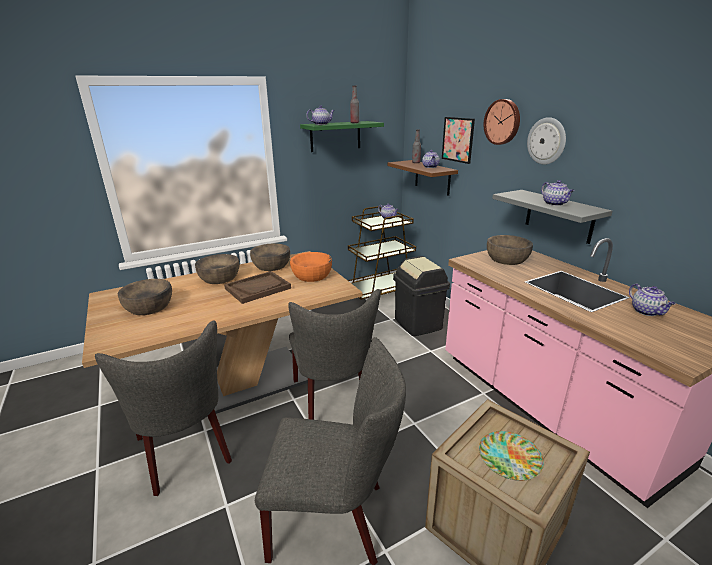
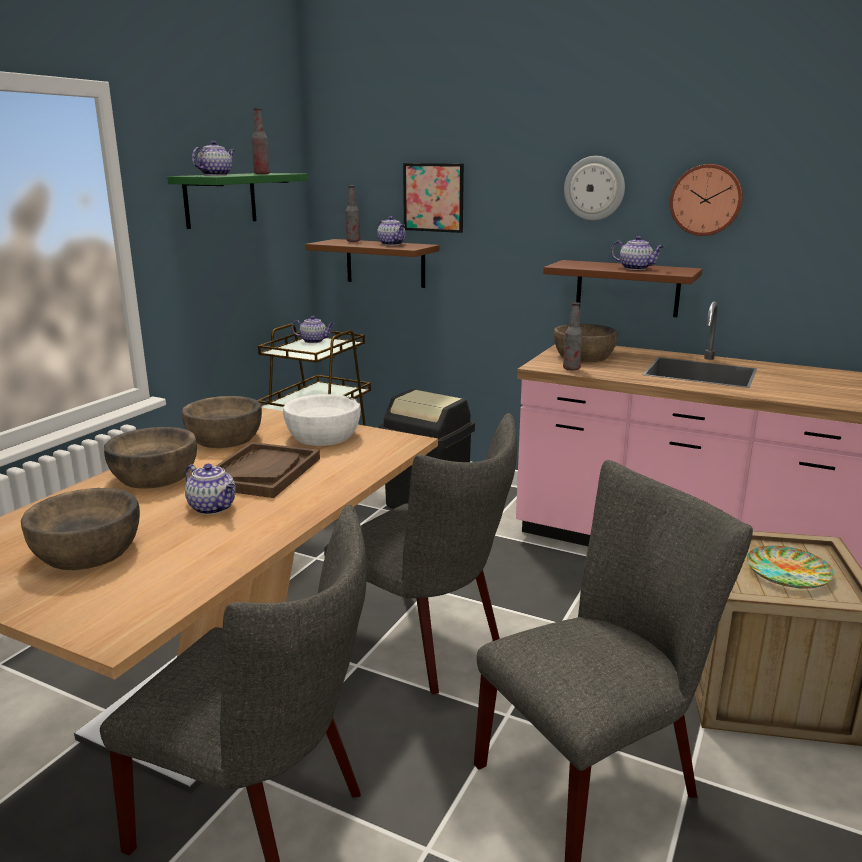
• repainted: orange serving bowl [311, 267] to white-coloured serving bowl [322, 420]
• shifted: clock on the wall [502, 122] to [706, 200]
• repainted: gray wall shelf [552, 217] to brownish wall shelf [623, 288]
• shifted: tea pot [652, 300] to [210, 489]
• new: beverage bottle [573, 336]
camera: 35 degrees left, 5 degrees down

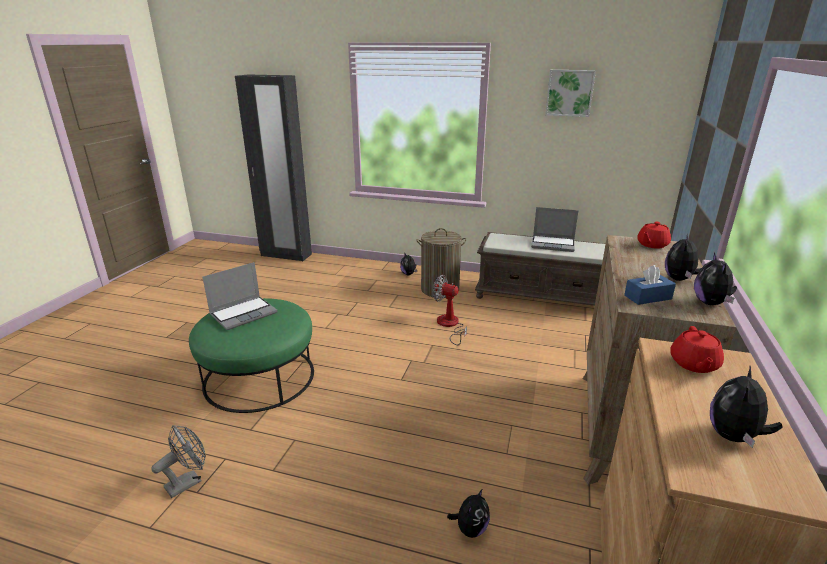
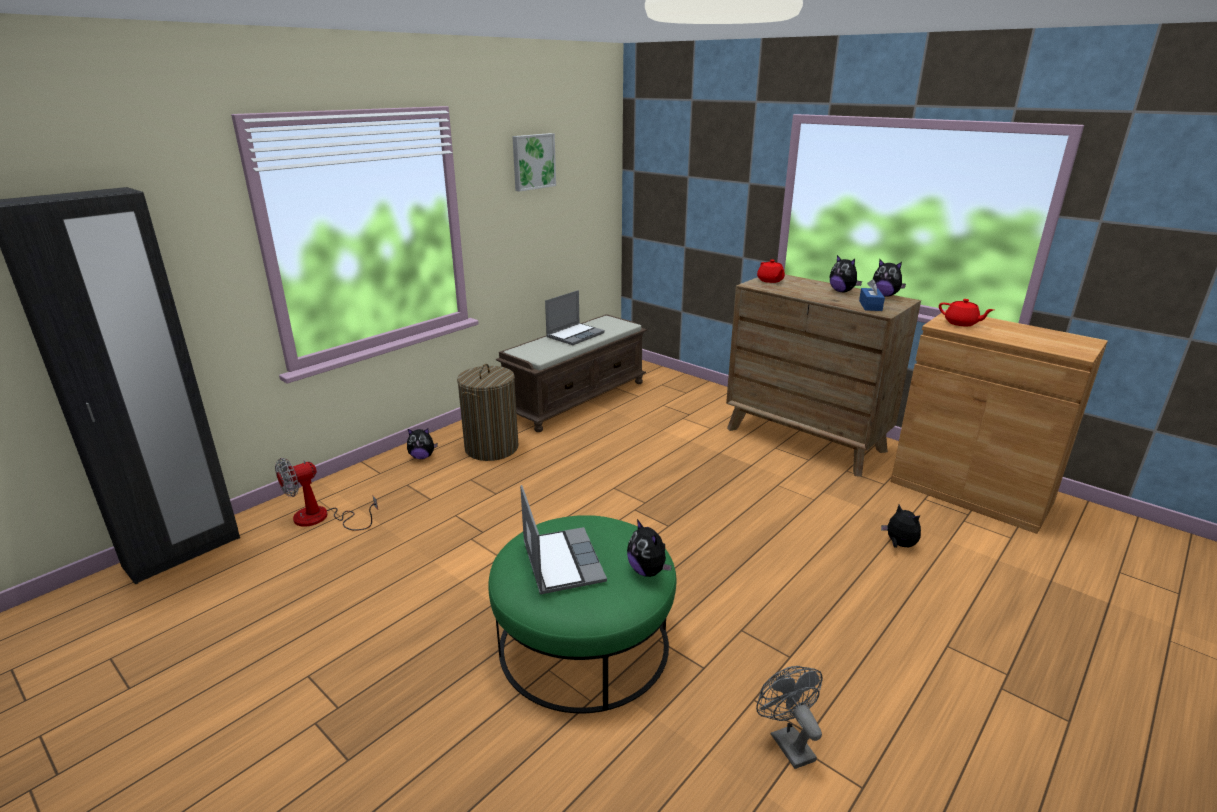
• shifted: cooling fan [450, 310] to [326, 494]
• shifted: plush toy [746, 407] to [649, 548]
camera: 65 degrees left, 0 degrees up

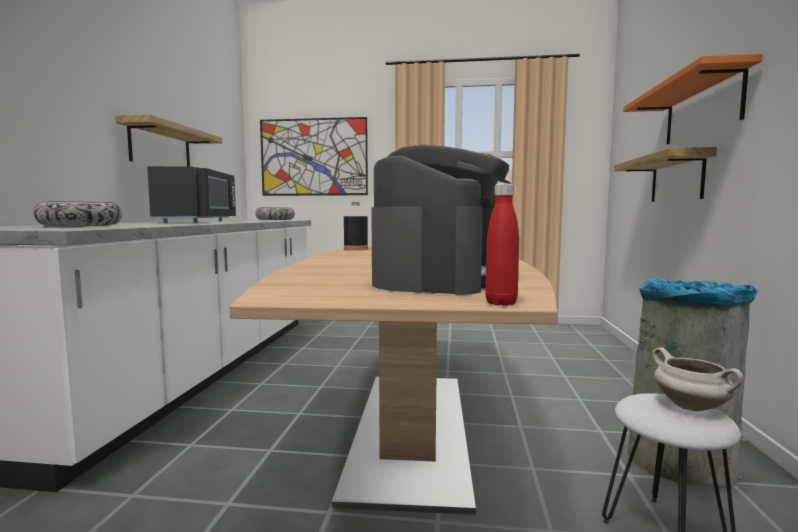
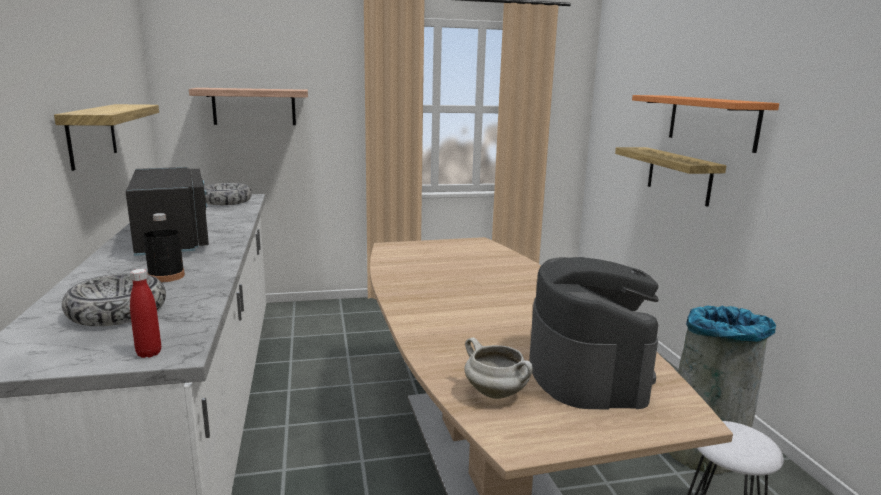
• swapped: wall art [314, 156] to wall shelf [248, 106]
• shifted: blackish beverage bottle [356, 226] to [164, 247]
• shifted: red-coloured beverage bottle [502, 245] to [145, 313]
• shifted: white-coloured cooking pot [697, 379] to [498, 368]
camera: 20 degrees left, 10 degrees up

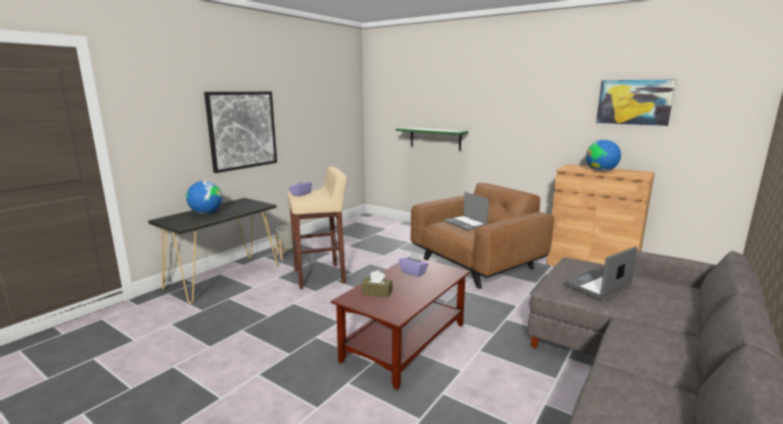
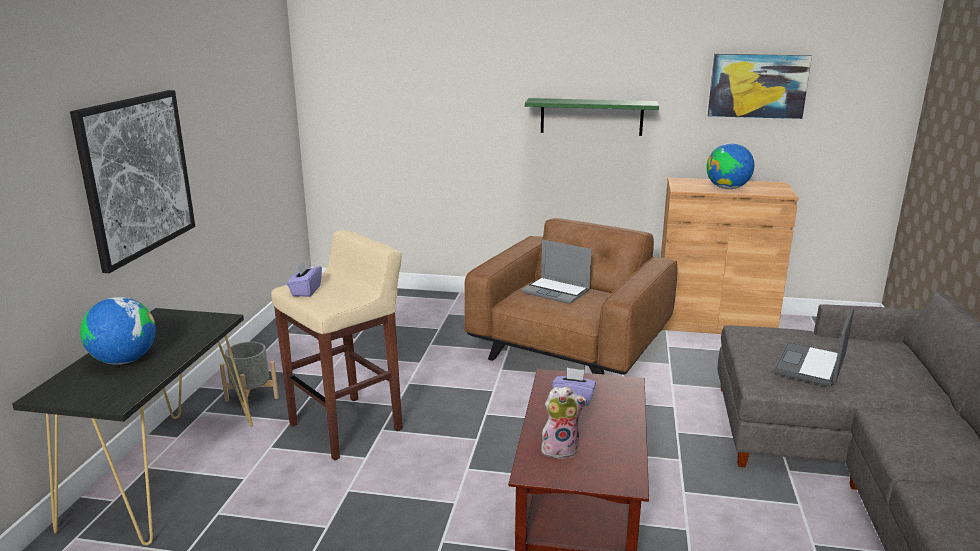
• swapped: brownish box of tissues [377, 283] to plush toy [564, 423]
• shifted: green-coloured wall shelf [432, 139] to [592, 117]
camera: 25 degrees left, 5 degrees up

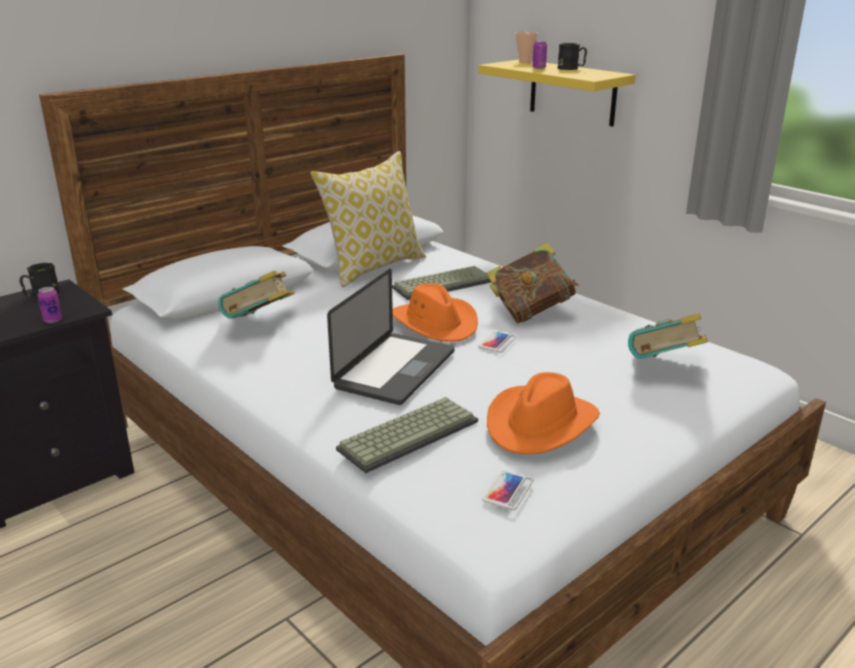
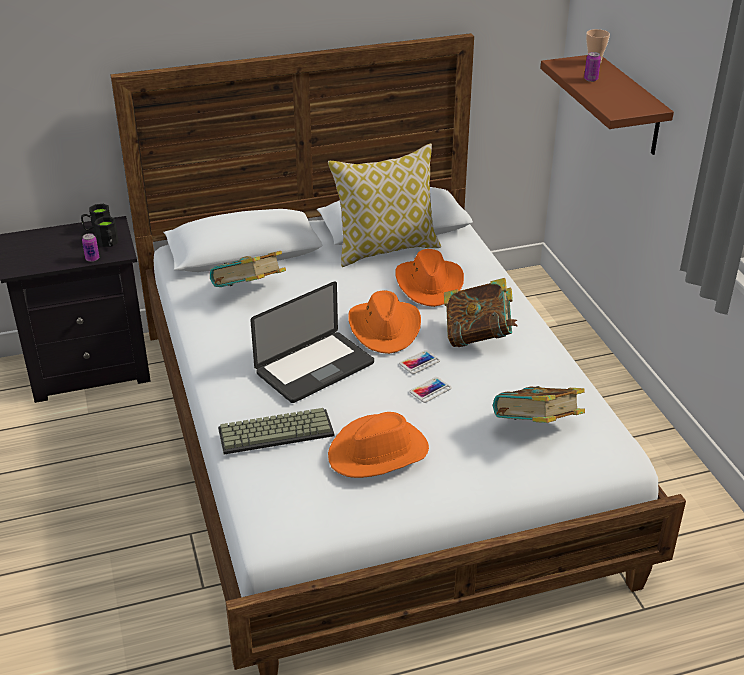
• swapped: computer keyboard [441, 283] to orange hat [429, 278]
• repainted: yellowish wall shelf [557, 93] to brownish wall shelf [607, 105]
• shifted: handset [508, 490] to [430, 390]
• shifted: blackish coffee mug [572, 56] to [106, 231]
camera: 25 degrees right, 10 degrees up

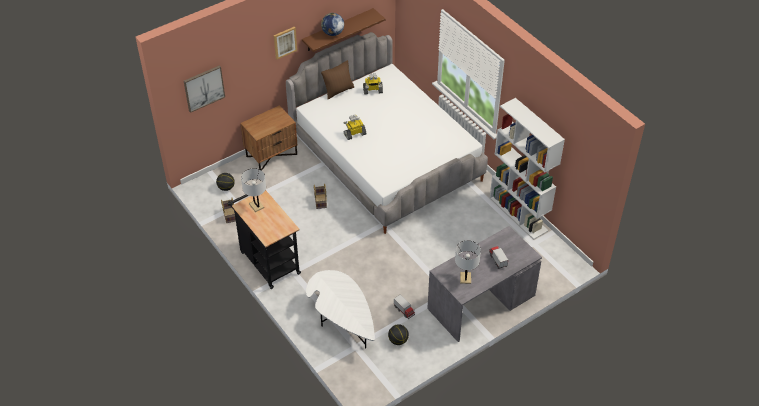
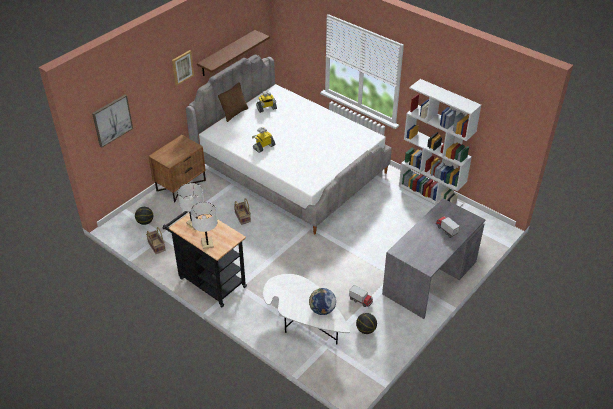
• shifted: world globe [332, 24] to [322, 301]
• shifted: white-coloured table lamp [468, 262] to [204, 225]
camera: 15 degrees left, 5 degrees down

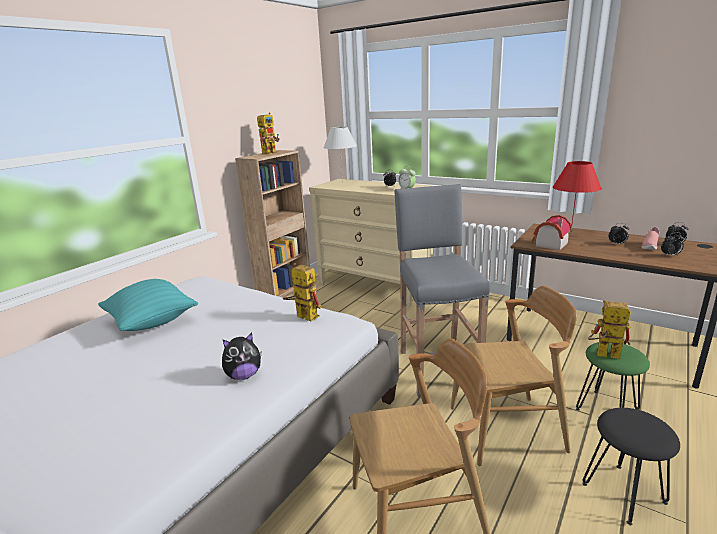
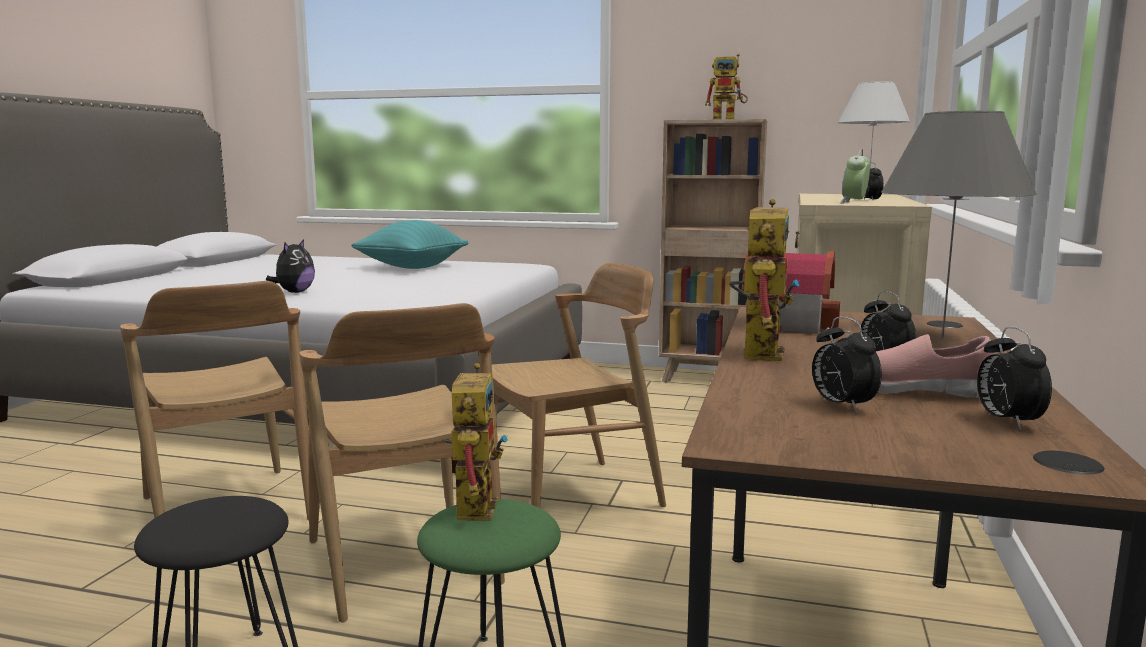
• rotated: plush toy [241, 356] = [290, 266] 120 degrees counterclockwise
• shifted: robot figure [302, 292] to [764, 280]
• swapped: gray sitting stool [442, 290] to brownish upright chair [579, 385]
• repainted: red-coloured table lamp [577, 192] to gray table lamp [959, 224]
camera: 70 degrees right, 10 degrees down

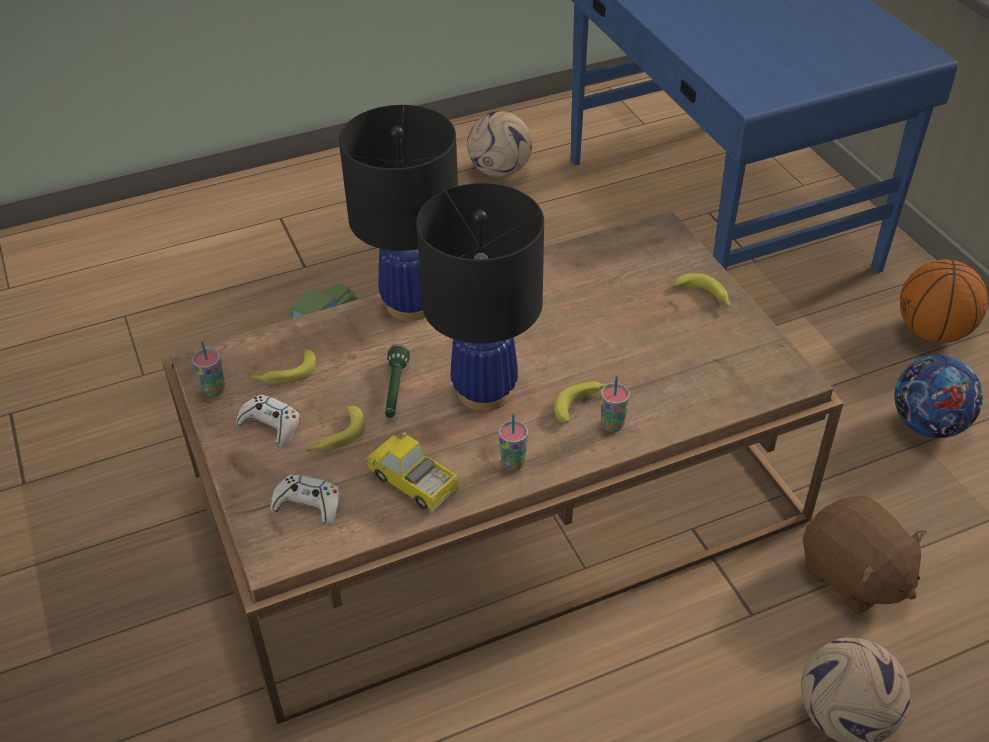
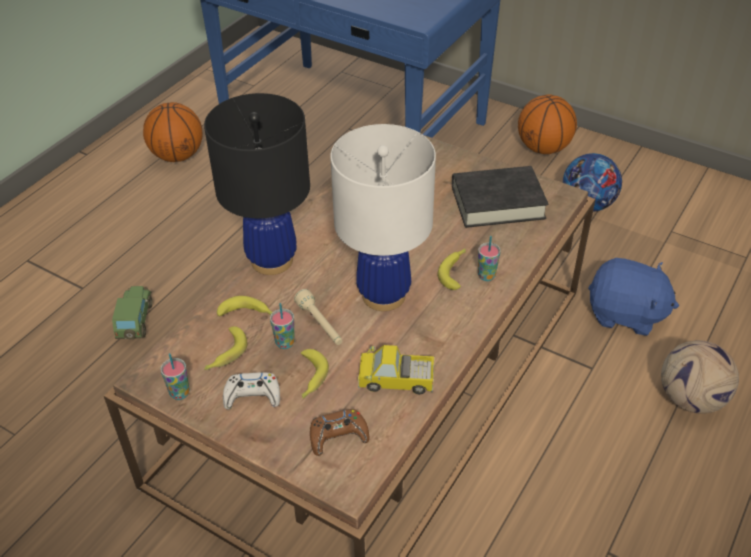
• repainted: white-coloured game controller [304, 500] to brownish game controller [340, 432]
• repainted: green-coloured flashlight [397, 381] to sand-coloured flashlight [318, 317]
• repainted: blackish table lamp [480, 297] to white-coloured table lamp [383, 217]
• swapped: football [499, 144] to basketball ball [173, 132]
• shifted: small cup [513, 442] to [282, 326]
• shifted: whole banana [703, 290] to [245, 306]
• repainted: brownish plush toy [865, 555] to bluish plush toy [633, 297]
• new: blackish bound book [500, 197]
camera: 35 degrees left, 0 degrees up

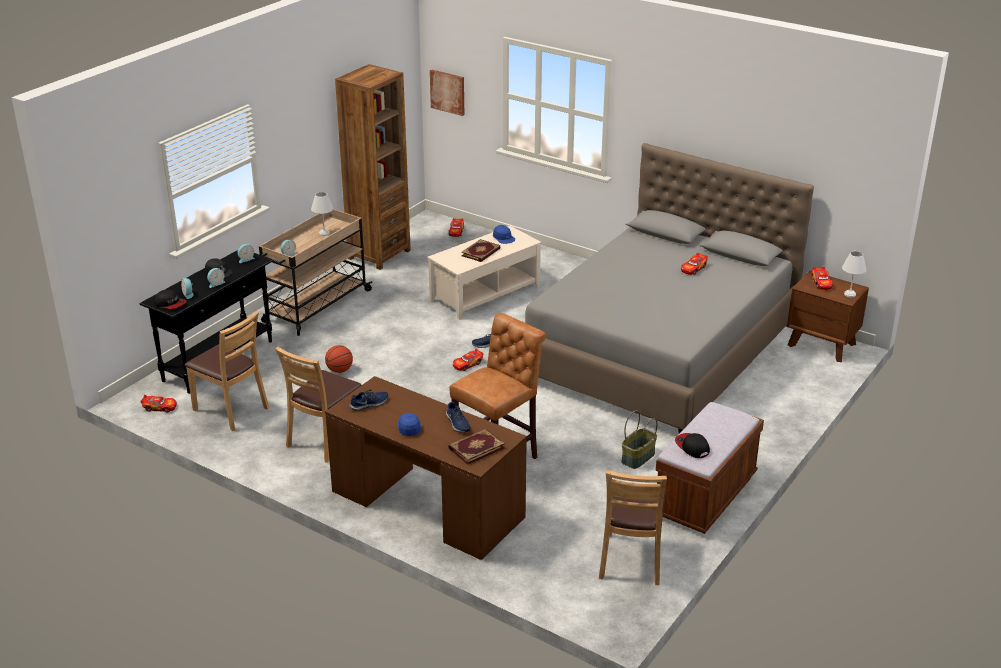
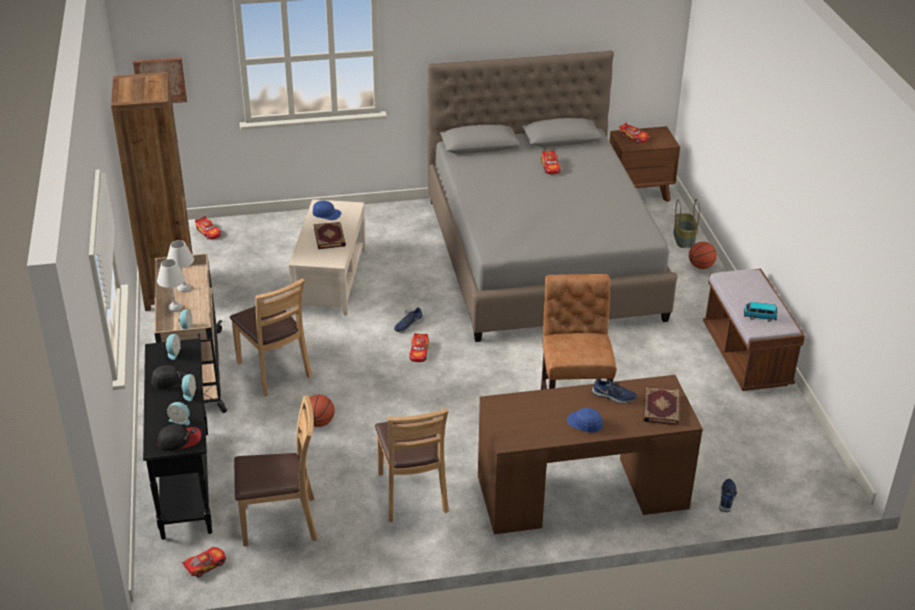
• shifted: bluish low shoe [368, 400] to [728, 495]
• shifted: brownish upright chair [633, 527] to [271, 337]
• shifted: basket [639, 439] to [686, 223]
• swapped: cap [692, 445] to miniature car [760, 312]
• shifted: white-coloured table lamp [854, 274] to [171, 285]
• new: basketball ball [703, 255]
camera: 45 degrees left, 5 degrees up

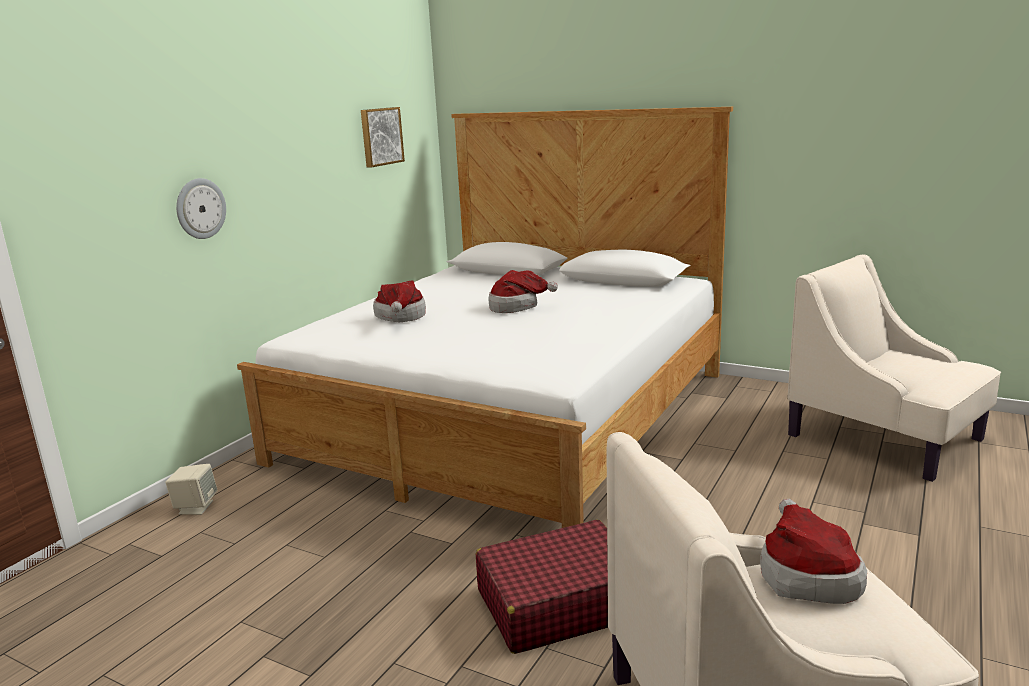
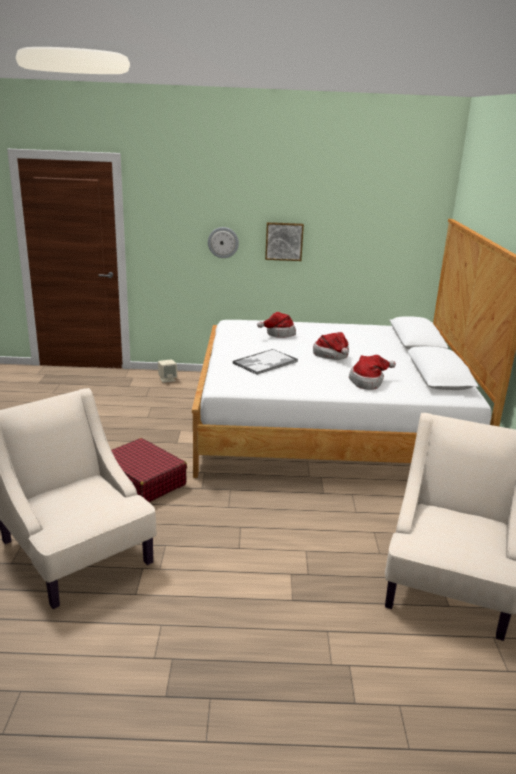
• shifted: wall art [383, 137] to [284, 241]
• shifted: hat [813, 551] to [372, 372]
• new: carrying tray [265, 362]
camera: 60 degrees right, 5 degrees up

